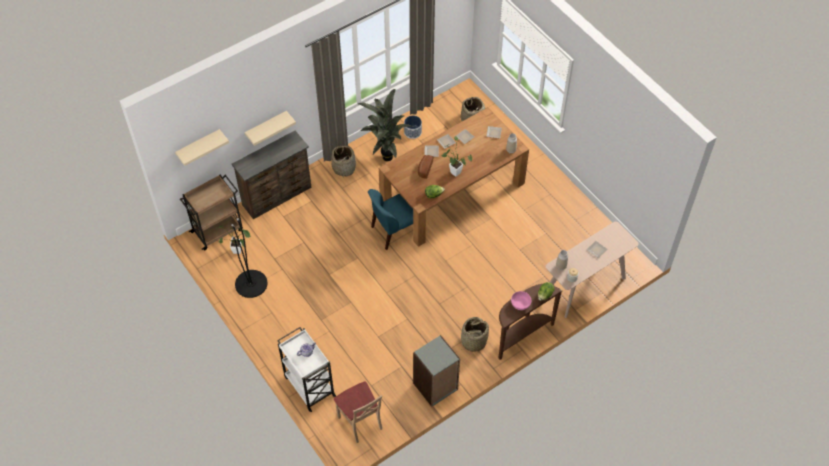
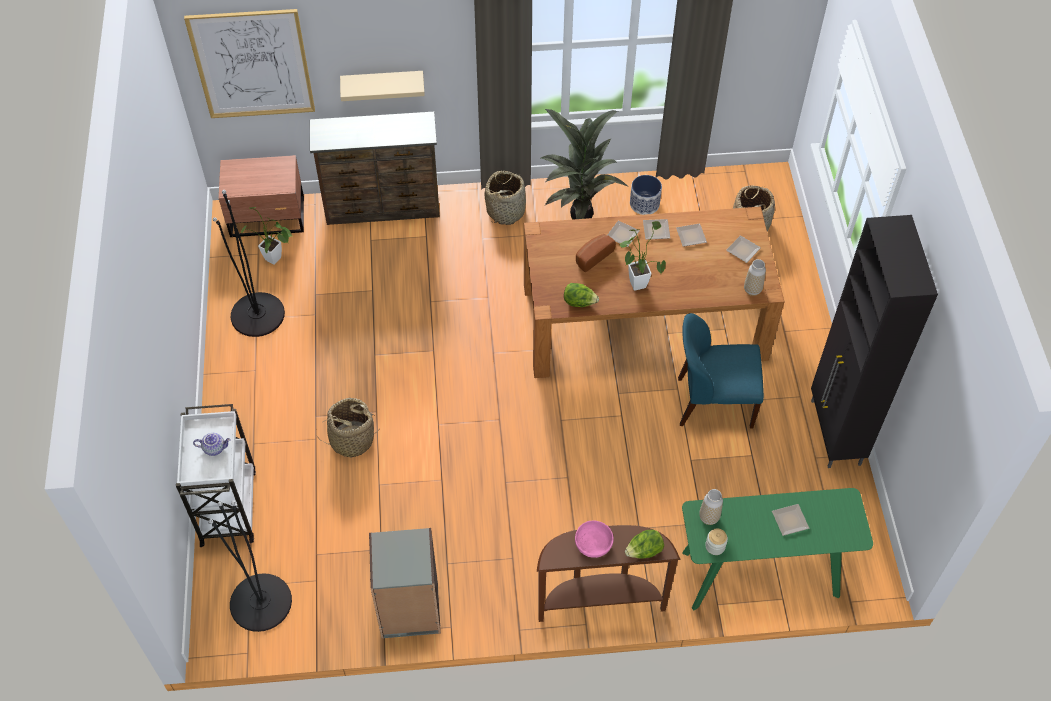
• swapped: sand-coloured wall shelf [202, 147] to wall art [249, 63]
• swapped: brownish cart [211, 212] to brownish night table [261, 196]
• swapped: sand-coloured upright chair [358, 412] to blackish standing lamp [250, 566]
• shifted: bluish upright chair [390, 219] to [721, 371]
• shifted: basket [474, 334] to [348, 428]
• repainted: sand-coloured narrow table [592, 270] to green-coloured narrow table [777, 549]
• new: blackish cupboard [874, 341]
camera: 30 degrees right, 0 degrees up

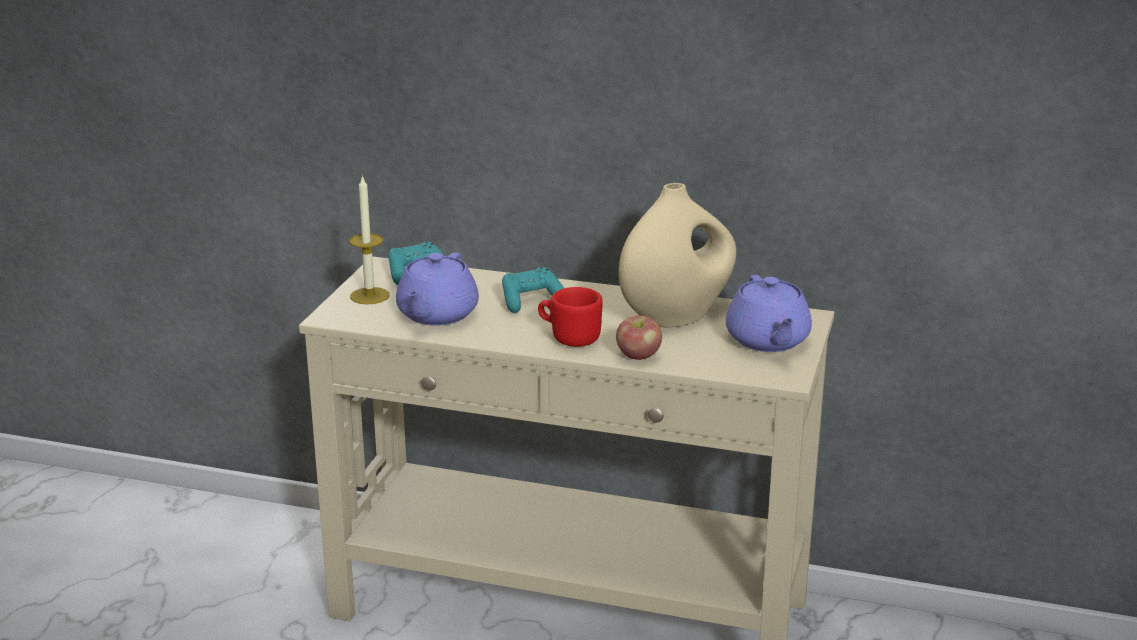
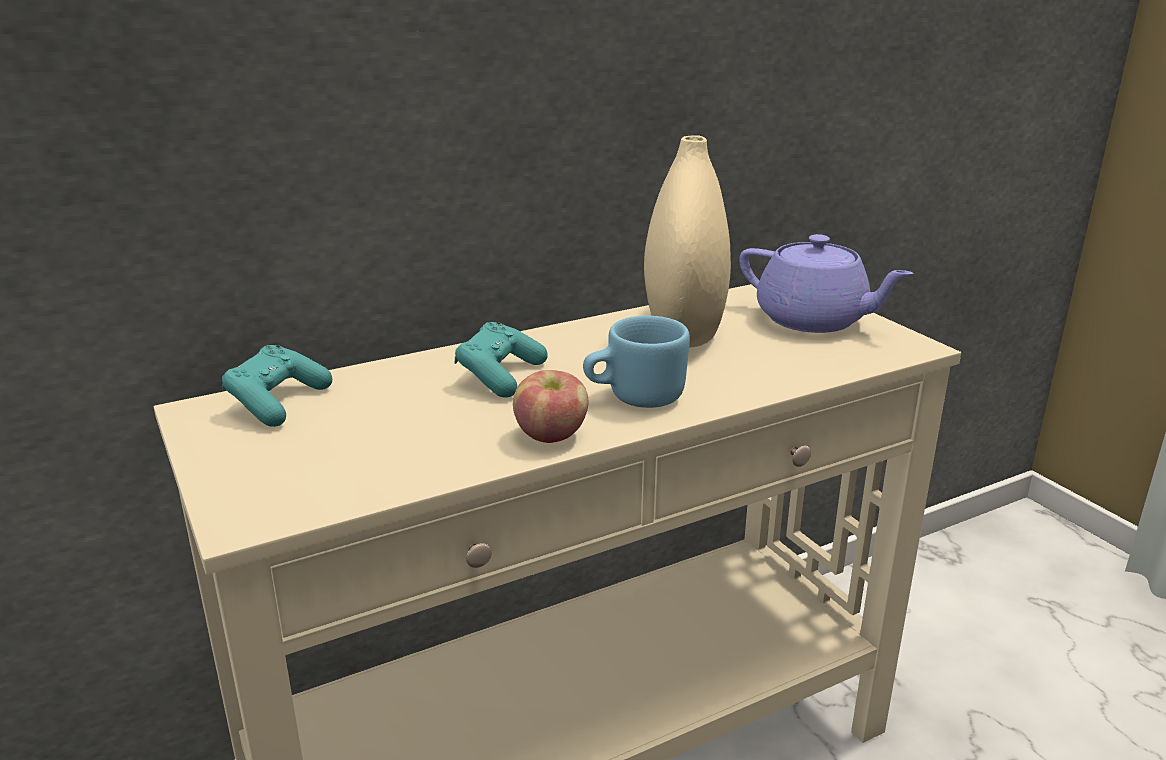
• gone: wax light [369, 239]
• gone: purplish tea pot [437, 289]
• repainted: red-coloured coffee mug [570, 317] to bluish coffee mug [636, 362]
• shifted: whole apple [639, 338] to [551, 406]
camera: 45 degrees left, 0 degrees up

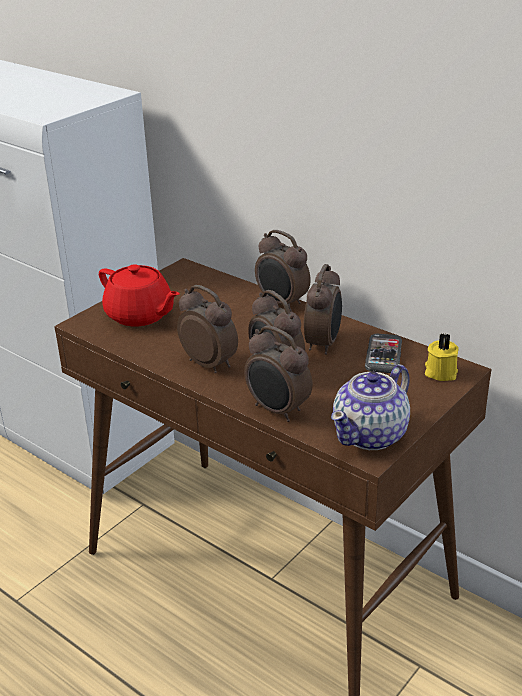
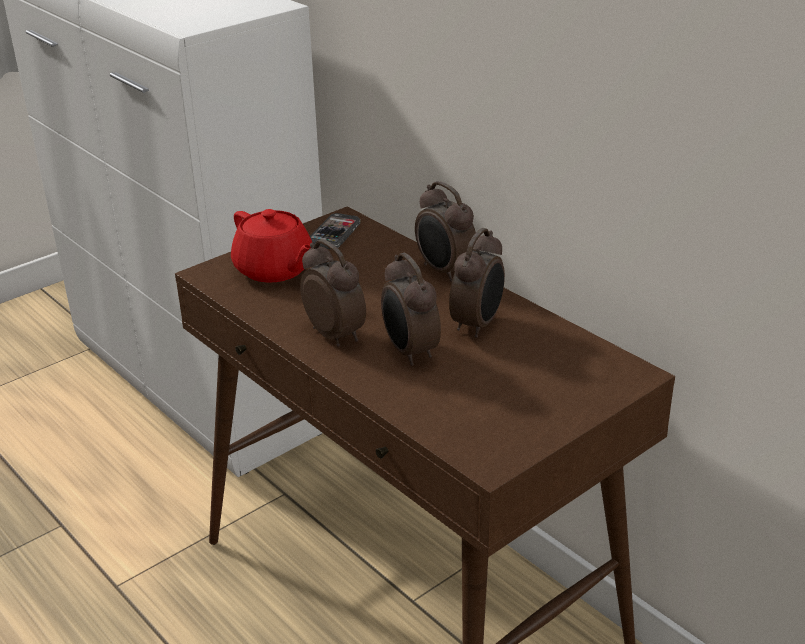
• gone: alarm clock [278, 374]
• gone: tea pot [370, 407]
• shifted: handset [383, 353] to [335, 231]
• gone: yellowish wax light [442, 357]
camera: 10 degrees right, 0 degrees up

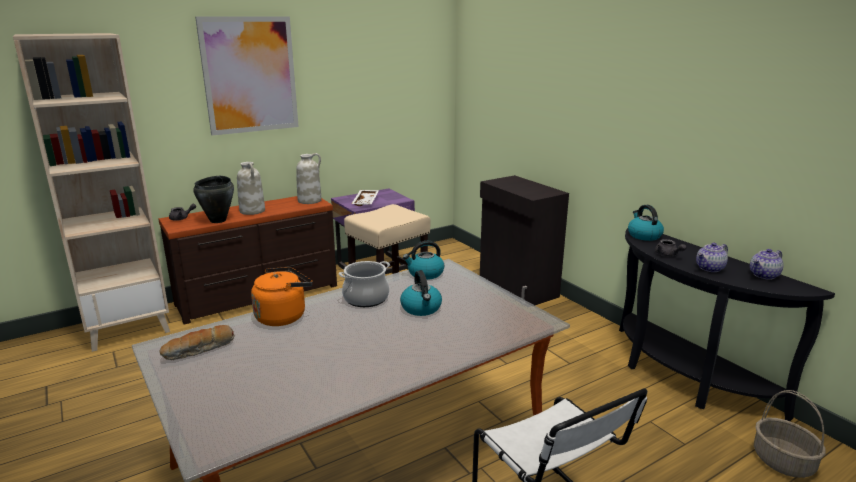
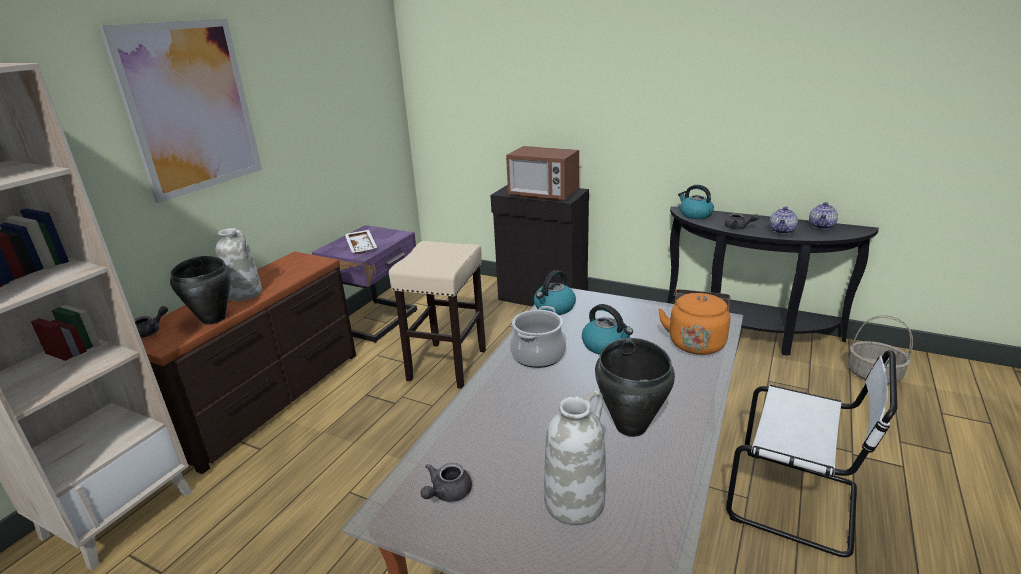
• swapped: baked bread [197, 342] to gray tea pot [446, 482]
• shifted: orange water kettle [282, 296] to [694, 322]
• shifted: white-coloured vase [309, 178] to [574, 457]
• new: microwave [542, 173]
• new: blackish cooking pot [635, 387]
camera: 30 degrees left, 5 degrees up

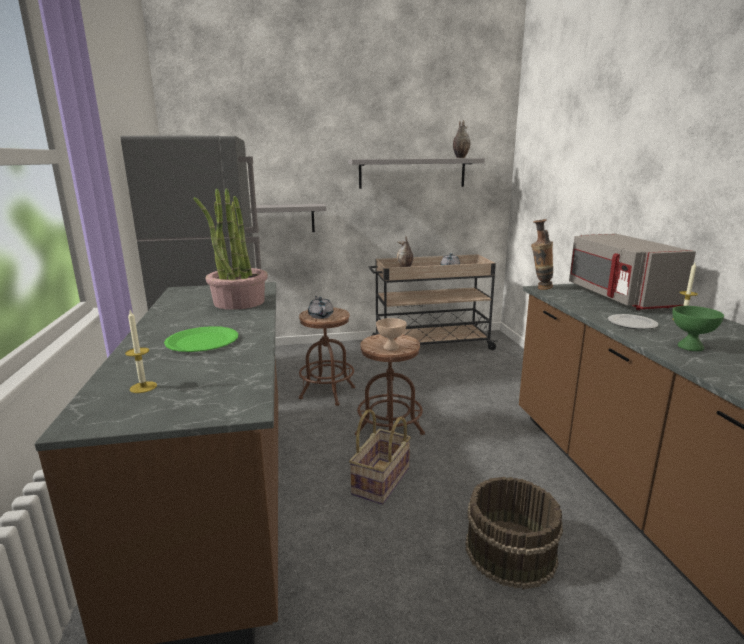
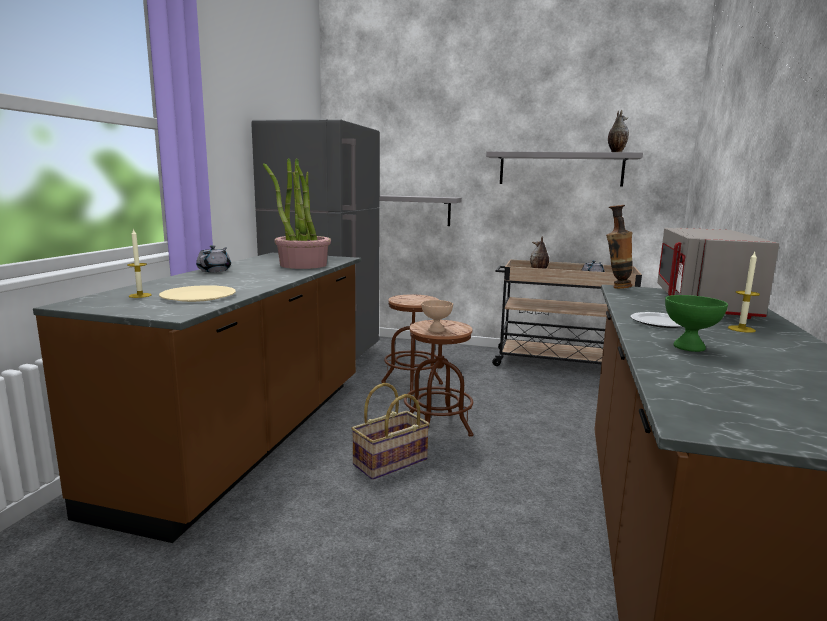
• gone: green-coloured plate [201, 339]
• shifted: gray tea pot [321, 307] to [213, 258]
• gone: brownish pail [514, 533]
• new: sand-coloured plate [197, 293]
camera: 25 degrees right, 5 degrees down

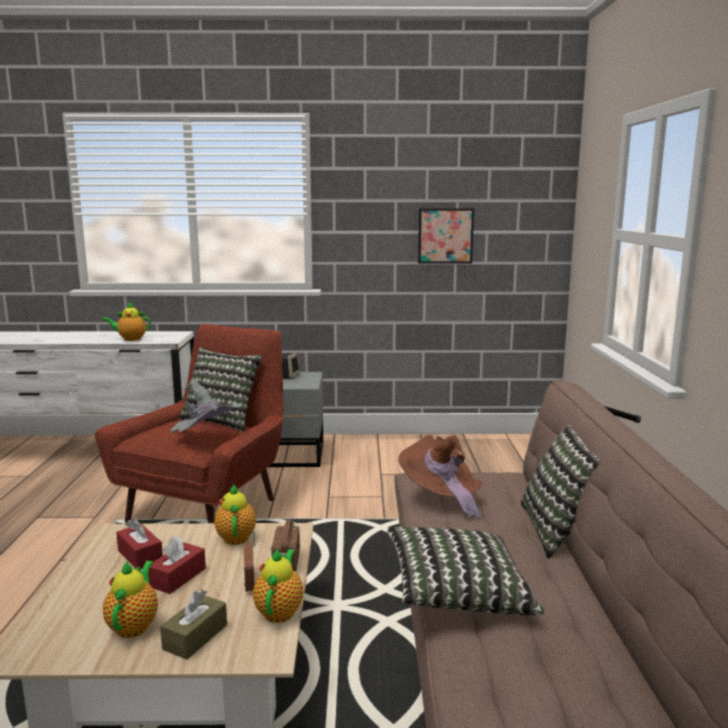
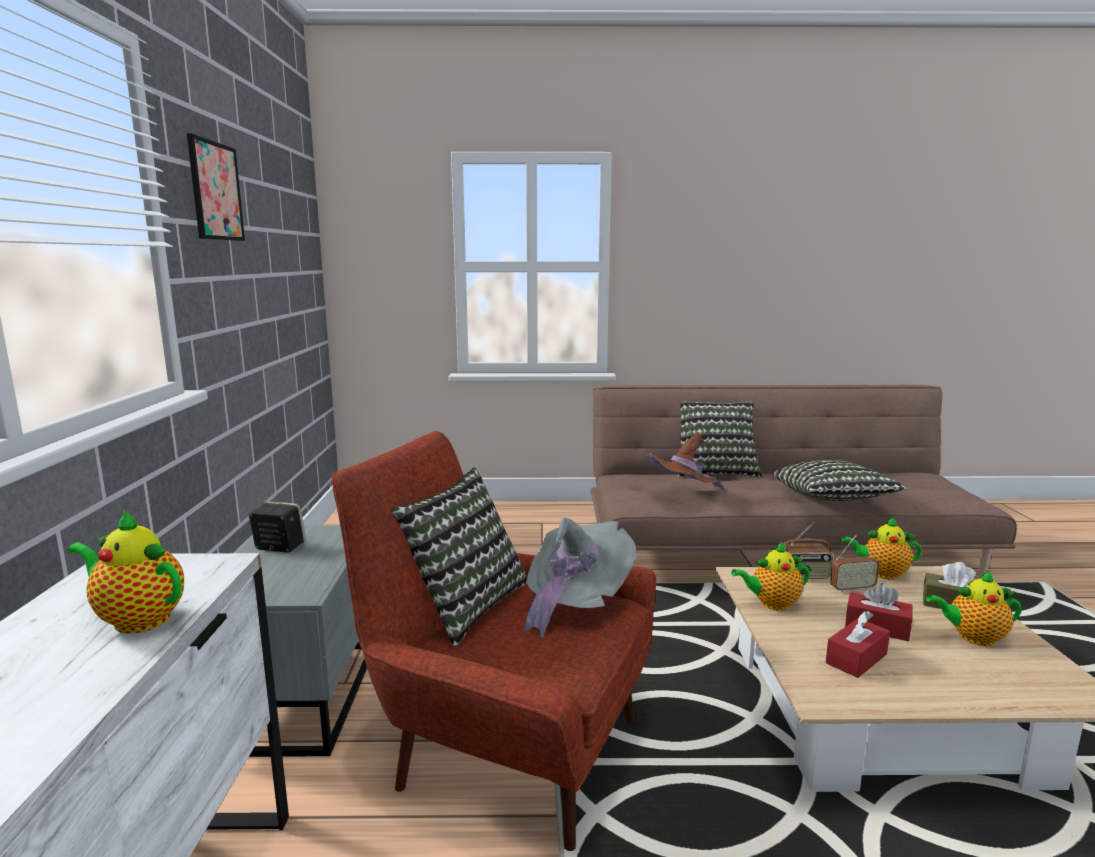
• rotated: tea pot [126, 321] = [125, 572] 120 degrees clockwise
• shifted: wall art [446, 236] to [216, 187]
camera: 90 degrees left, 0 degrees up

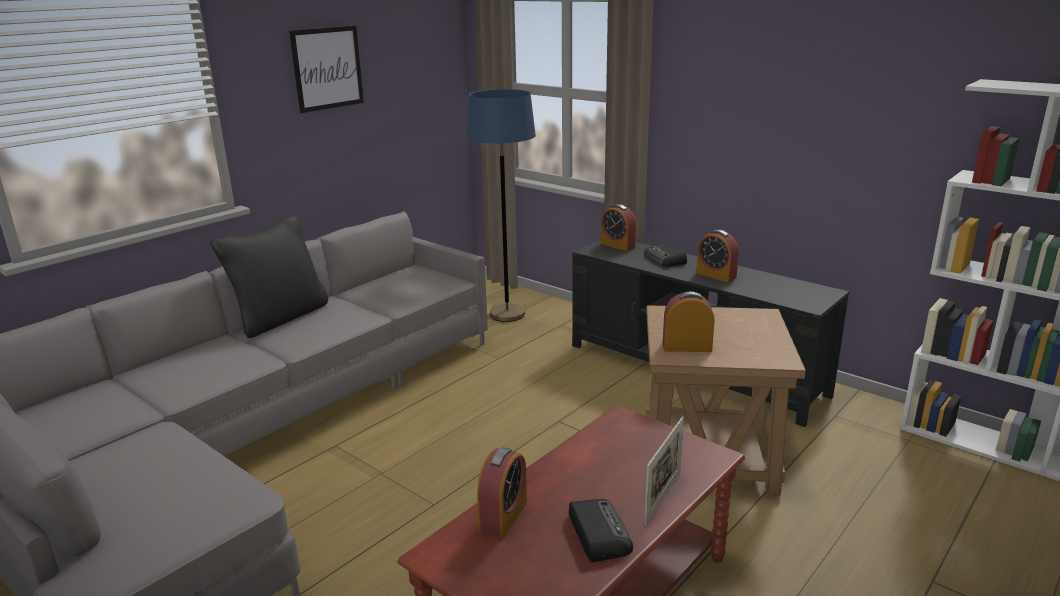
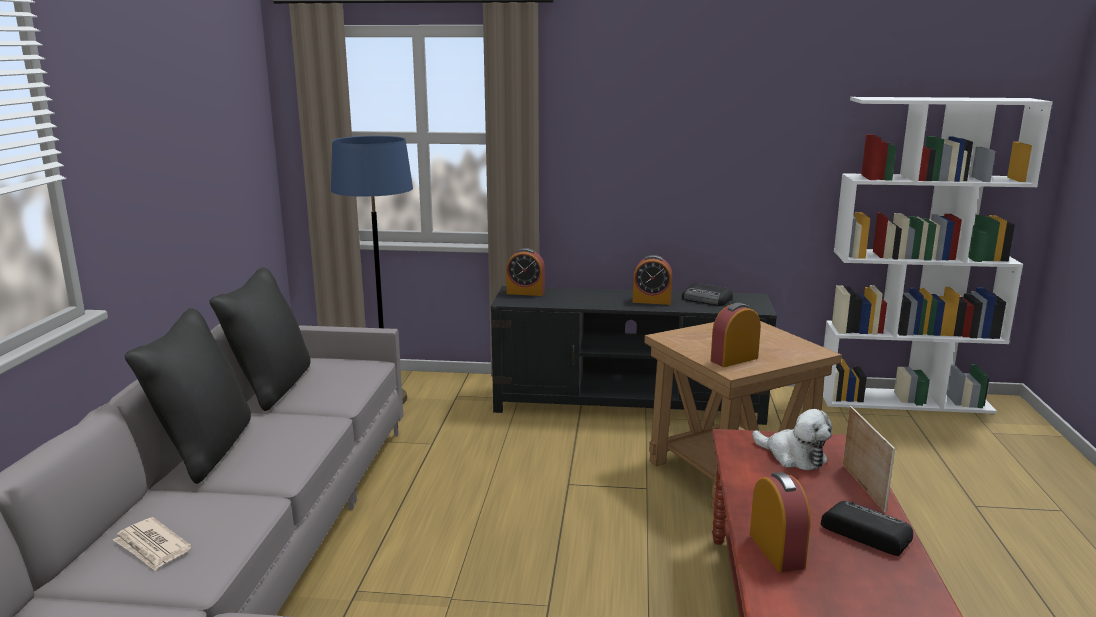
• gone: wall art [326, 69]
• shifted: radio set [665, 254] to [707, 294]
• new: printed paper [152, 544]
• new: blackish cushion [260, 339]
• new: plush toy [792, 439]
camera: 35 degrees left, 5 degrees down

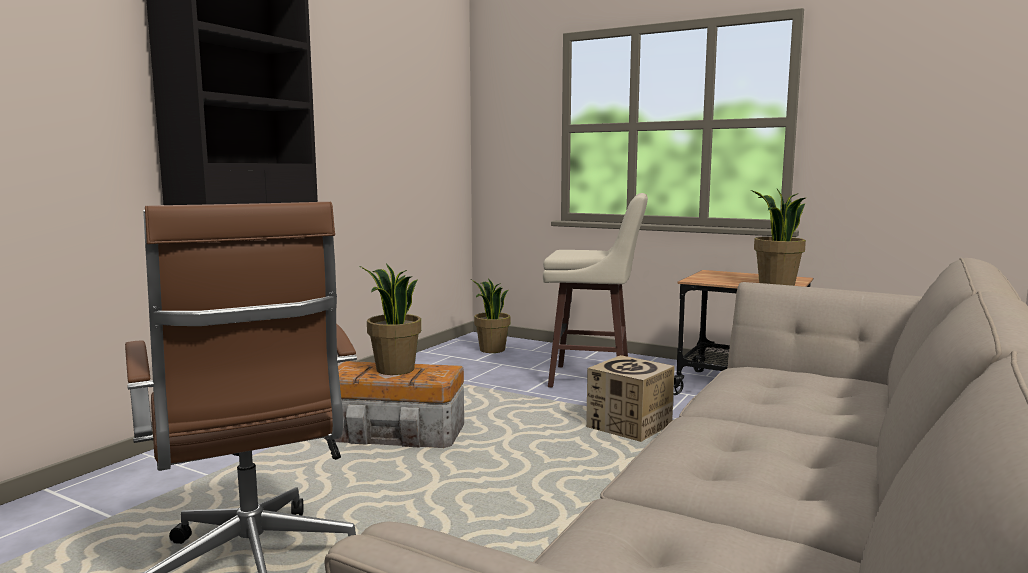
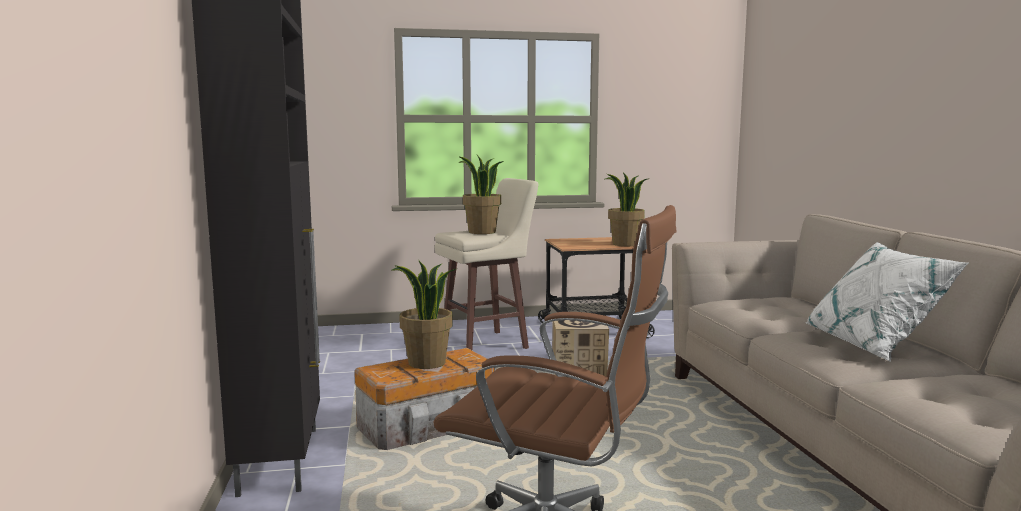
• shifted: potted plant [490, 315] to [481, 194]
• new: white-coloured cushion [887, 302]
camera: 40 degrees left, 0 degrees up

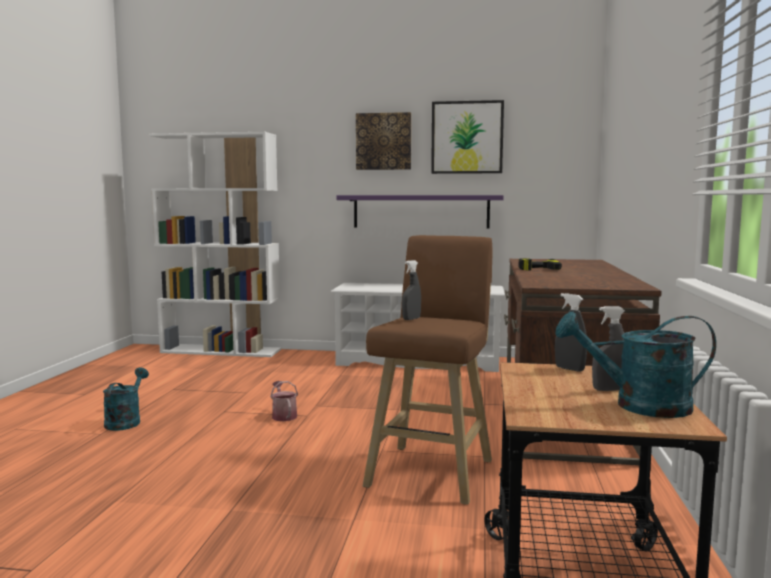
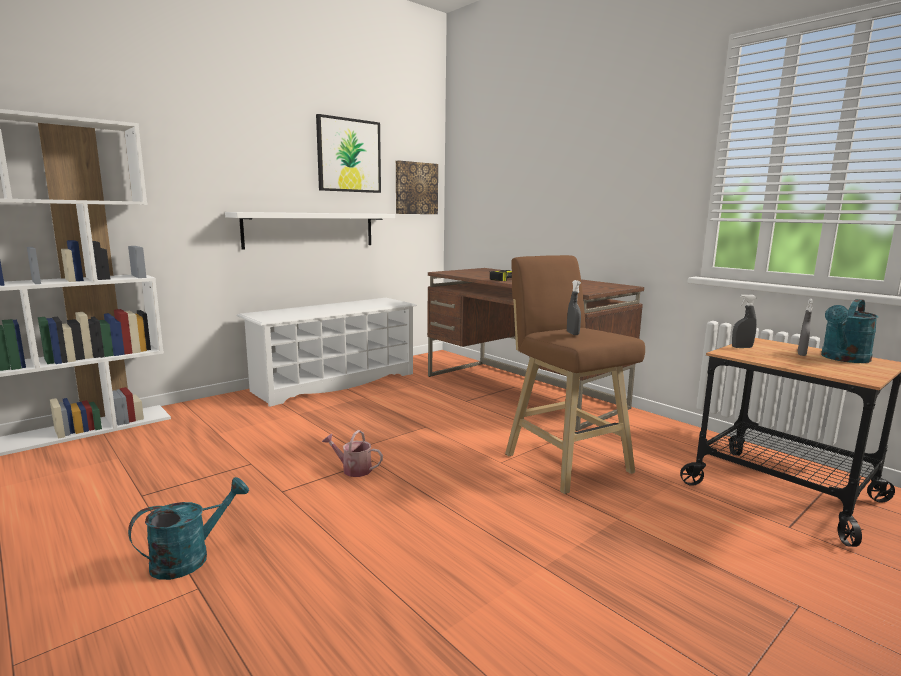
• rotated: turquoise watering can [126, 399] = [188, 528] 90 degrees clockwise
• repainted: purplish wall shelf [420, 211] to white-coloured wall shelf [310, 230]
• shifted: wall art [383, 141] to [417, 187]
camera: 50 degrees left, 5 degrees up

